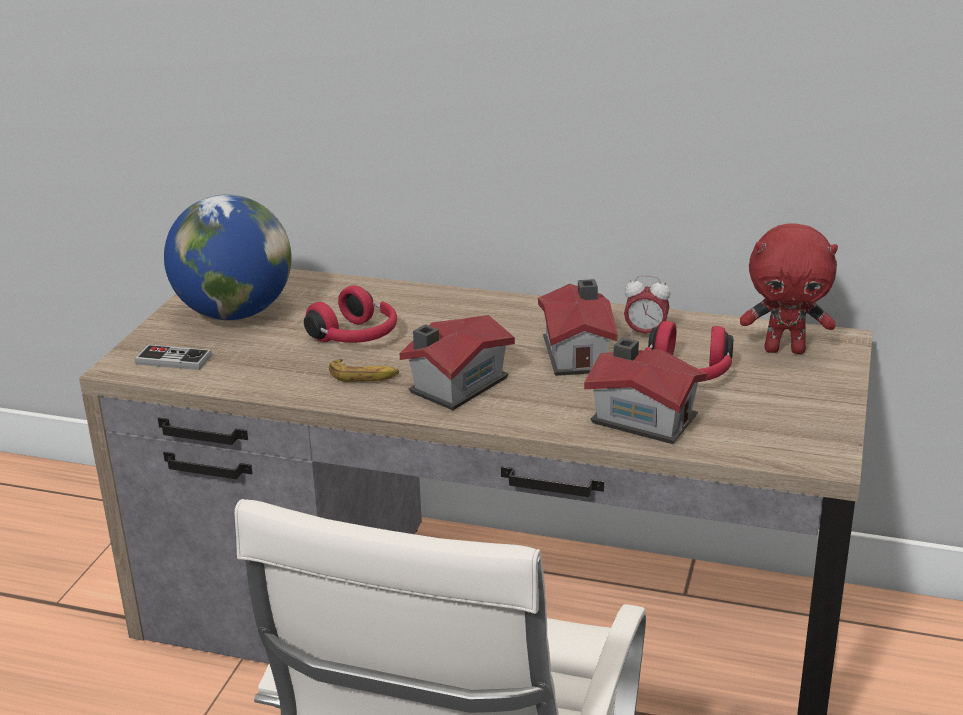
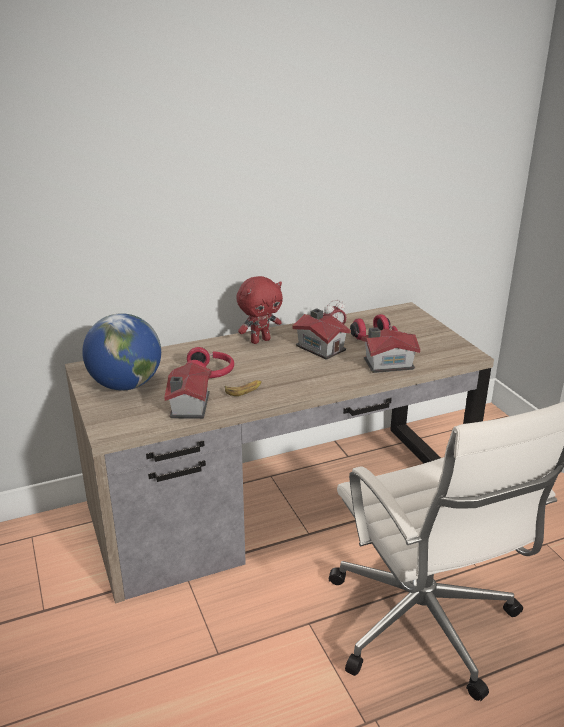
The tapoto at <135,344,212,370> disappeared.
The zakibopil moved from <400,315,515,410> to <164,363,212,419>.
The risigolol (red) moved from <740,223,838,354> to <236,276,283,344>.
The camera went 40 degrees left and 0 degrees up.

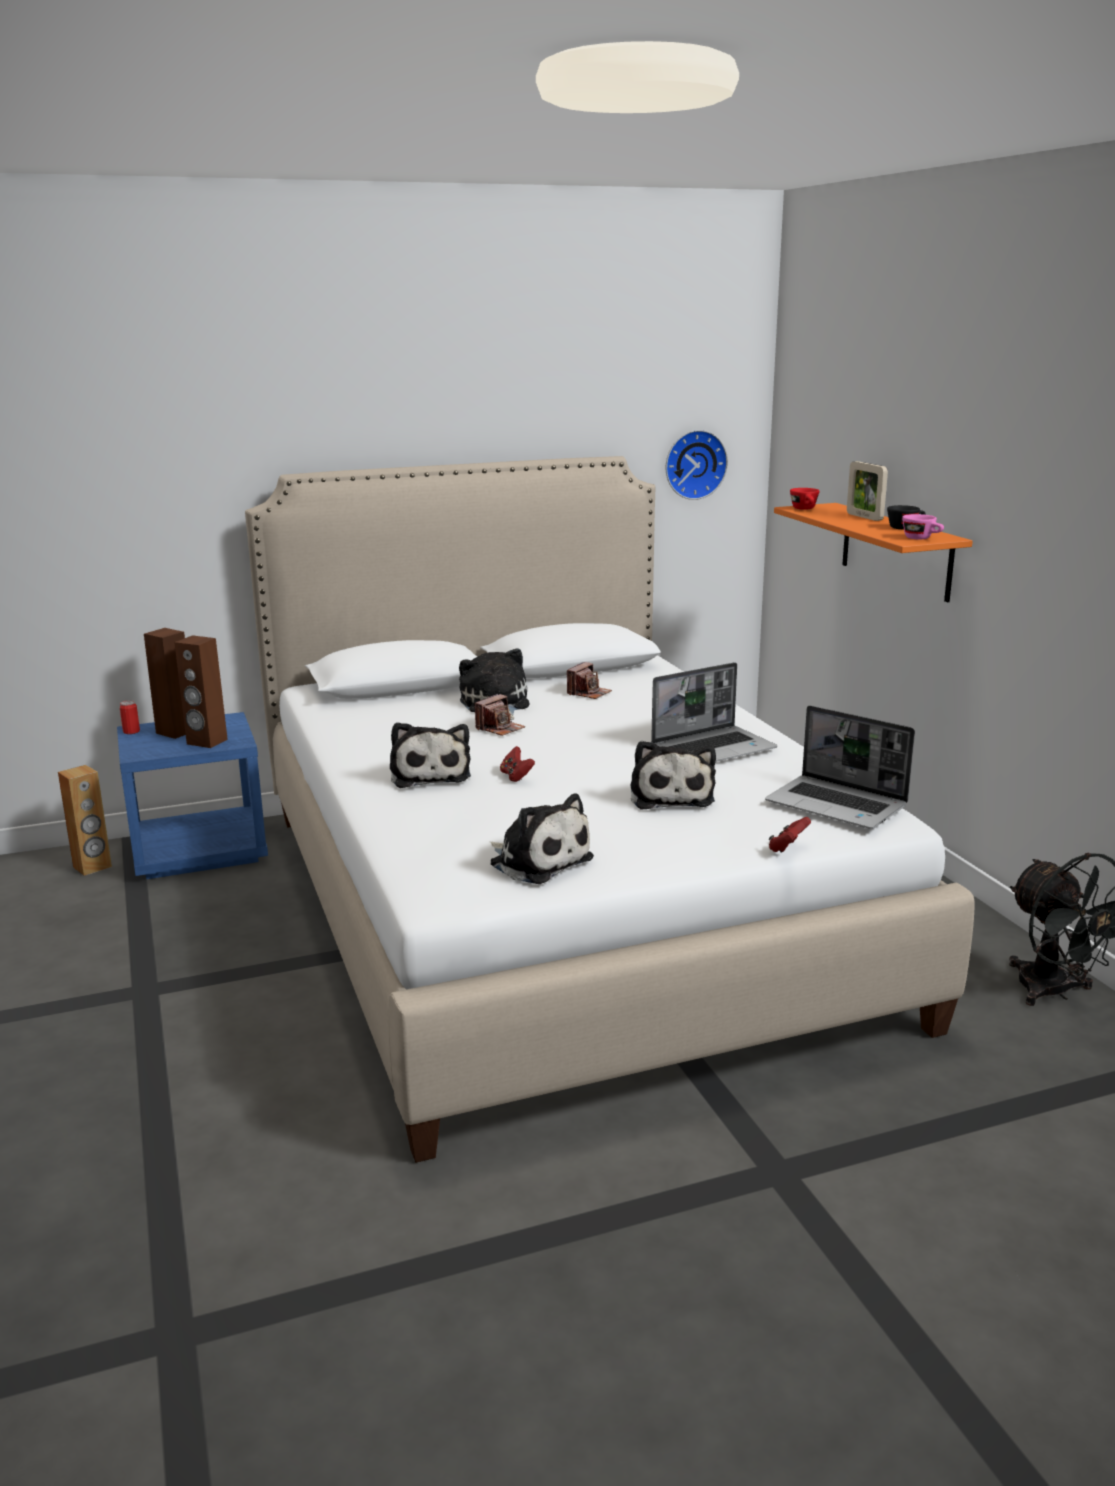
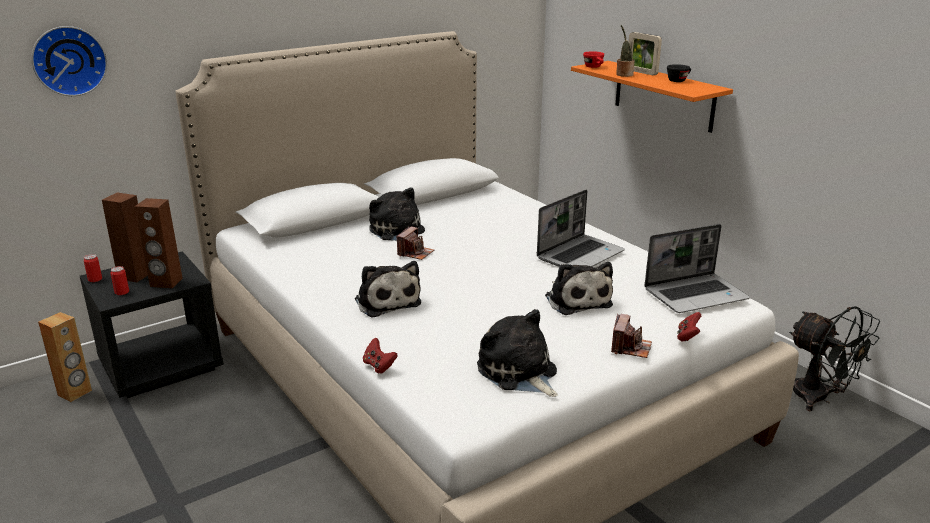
The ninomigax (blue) at <117,712,268,879> became the ninomigax (black) at <80,251,224,398>.
The risigolol at <490,794,594,884> turned 150 degrees counterclockwise.
The tapoto (red) moved from <500,746,535,782> to <363,338,398,373>.
The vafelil moved from <567,662,612,699> to <611,314,652,358>.
The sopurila moved from <666,430,728,500> to <31,26,107,96>.
The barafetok at <765,706,915,829> turned 45 degrees counterclockwise.
The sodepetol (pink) at <902,514,944,539> disappeared.
The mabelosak at <110,266,129,295> appeared.
The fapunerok at <616,25,635,77> appeared.
The camera went 15 degrees left and 5 degrees up.

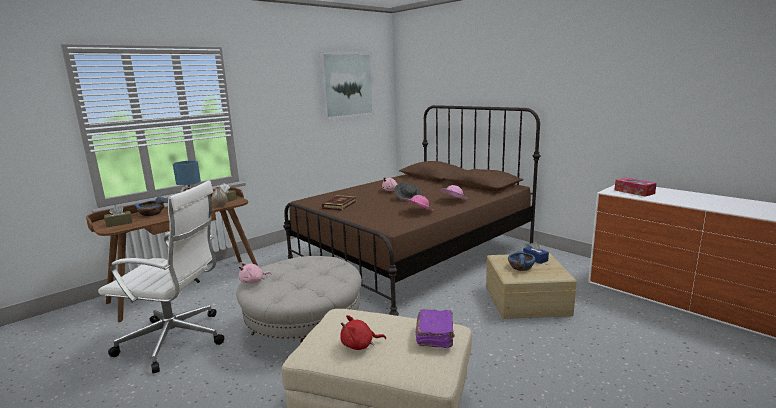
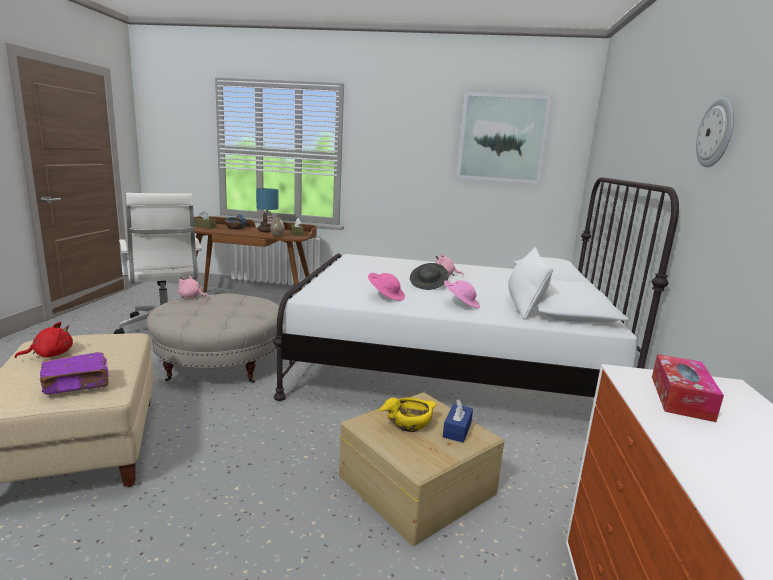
The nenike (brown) at <283,105,540,316> became the nenike (white) at <273,177,679,401>.
The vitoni at <321,195,357,211> disappeared.
The risigolol (red) at <340,315,386,350> turned 105 degrees clockwise.
The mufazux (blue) at <508,251,535,271> became the mufazux (yellow) at <379,397,436,432>.
The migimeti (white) at <508,247,553,320> appeared.
The sopurila at <696,97,734,167> appeared.
The camera went 50 degrees right and 0 degrees up.

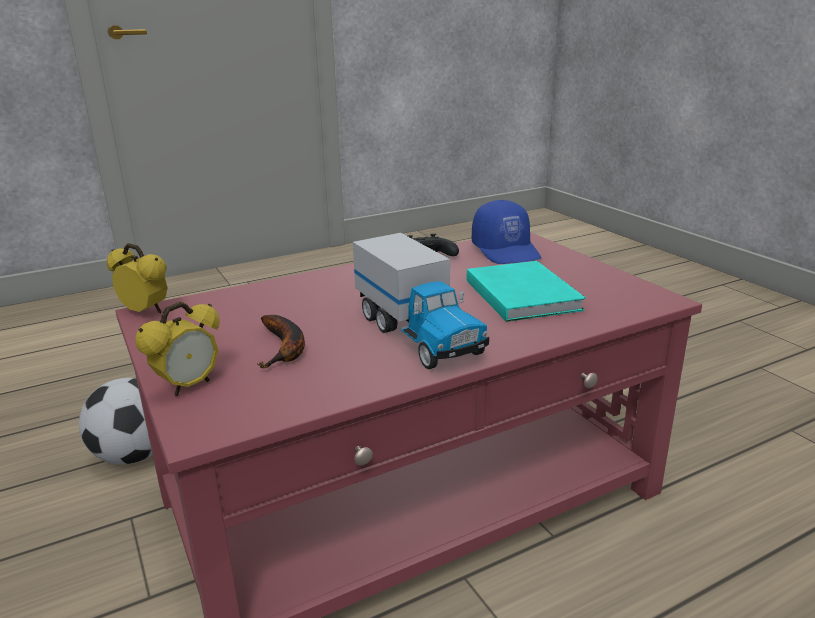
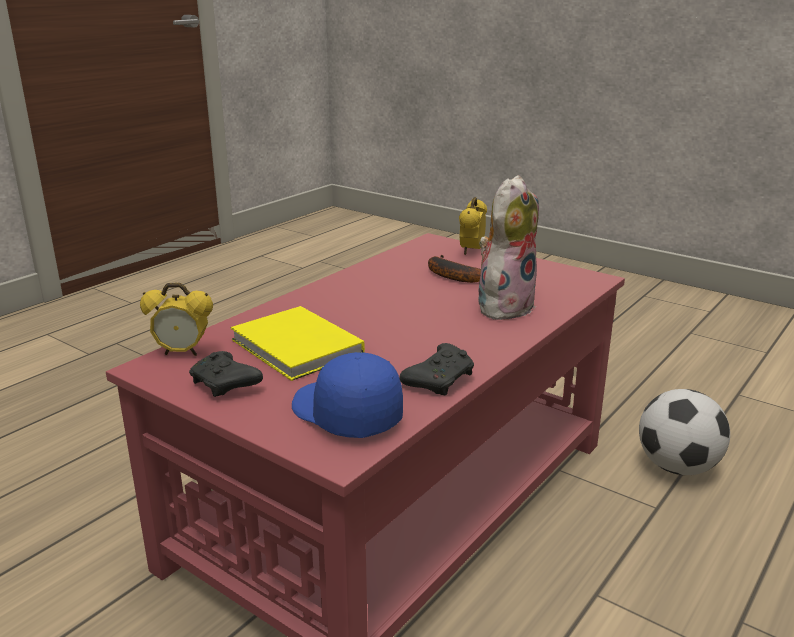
The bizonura moved from <107,243,168,313> to <140,283,213,356>.
The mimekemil at <353,233,489,369> disappeared.
The vitoni (turquoise) at <467,261,586,322> became the vitoni (yellow) at <230,306,365,381>.
The tapoto (black) at <189,351,263,397> appeared.
The risigolol at <478,175,539,321> appeared.
The camera went 155 degrees right and 0 degrees up.

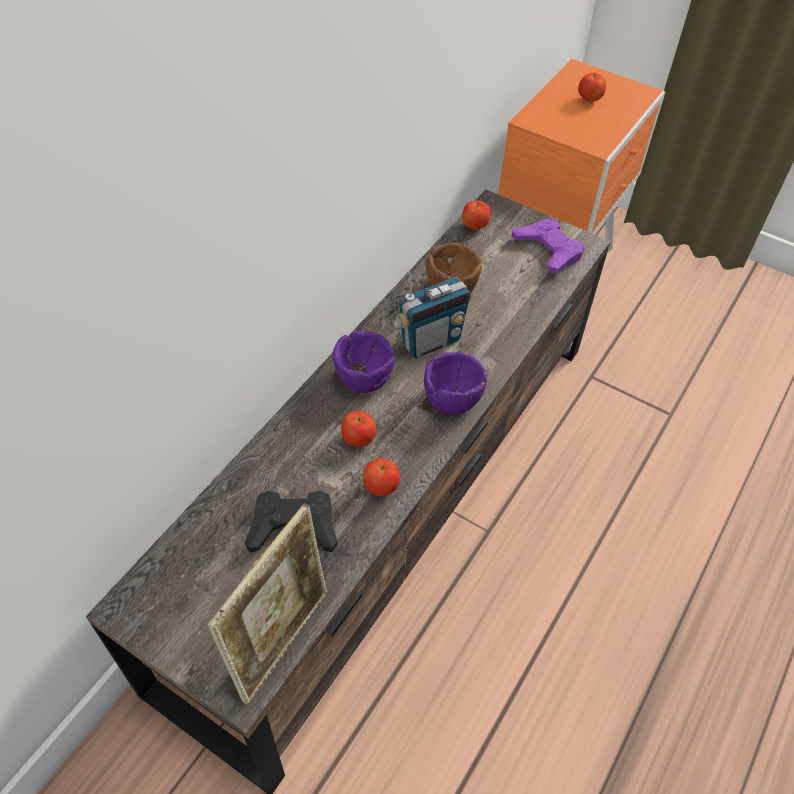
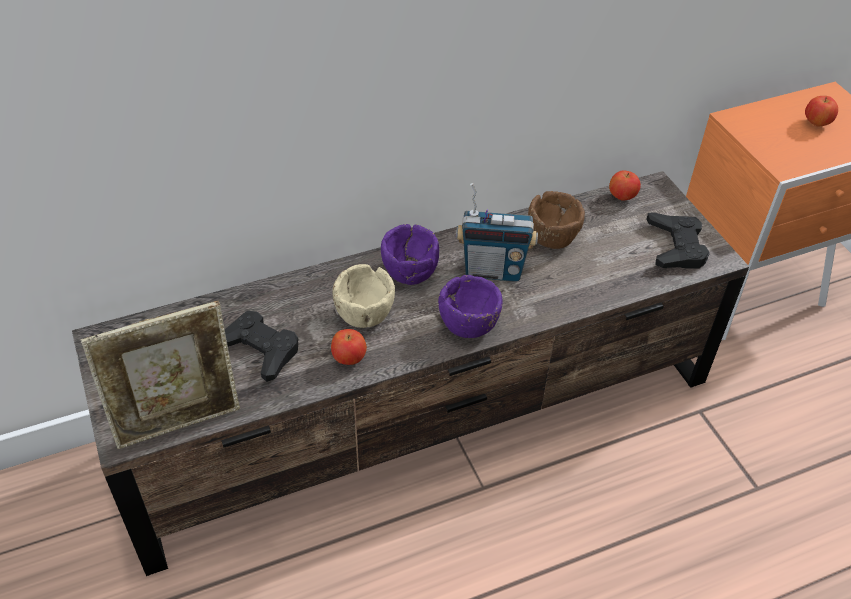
The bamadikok at <341,411,376,447> was replaced by the mufazux (beige) at <333,264,395,328>.
The tapoto (purple) at <511,218,585,273> became the tapoto (black) at <646,212,710,268>.
The camera went 35 degrees right and 5 degrees down.

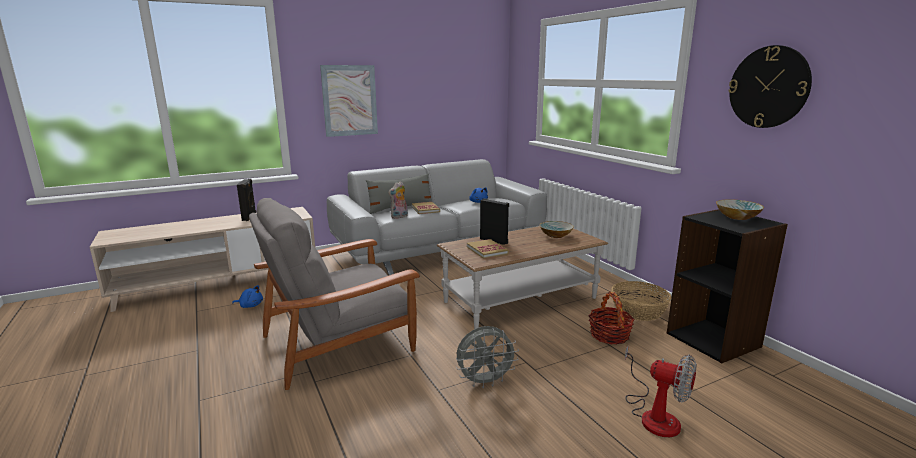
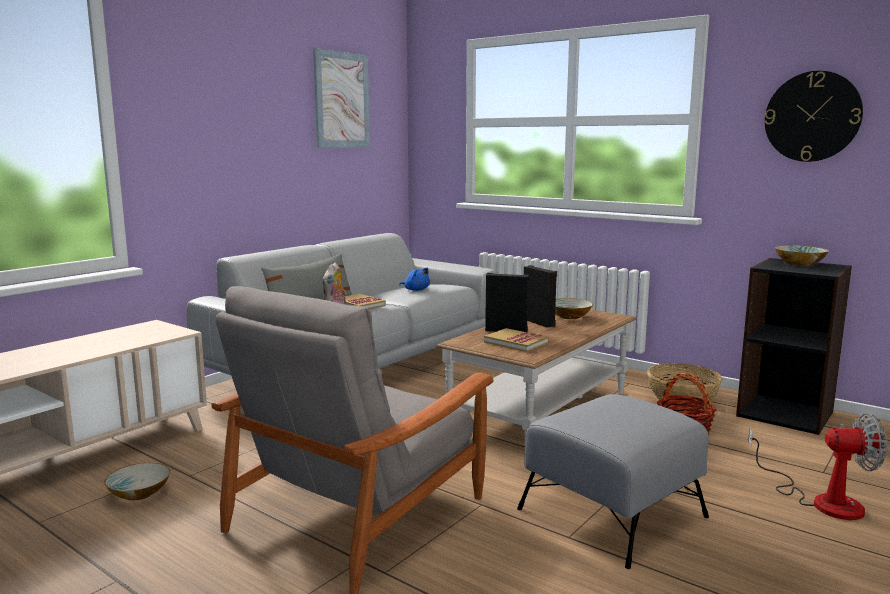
The risigolol (blue) at <232,285,263,308> was replaced by the mufazux at <104,463,170,500>.
The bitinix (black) moved from <237,179,256,221> to <524,265,557,328>.
The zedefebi moved from <320,65,378,137> to <313,48,370,147>.
The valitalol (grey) at <456,326,519,388> was replaced by the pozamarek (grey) at <517,394,709,569>.
The camera went 25 degrees left and 5 degrees down.

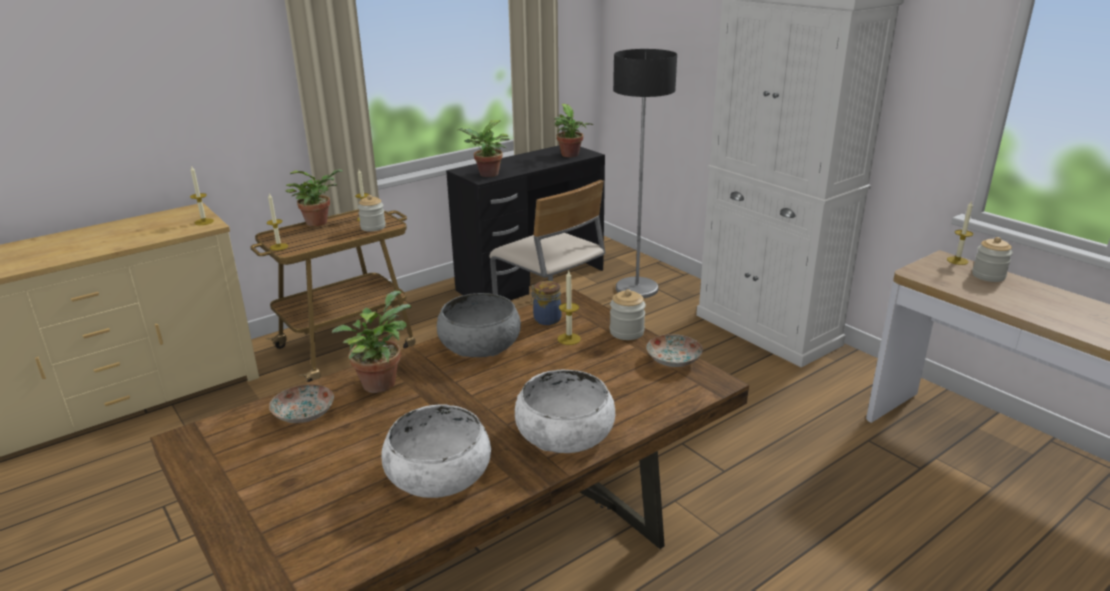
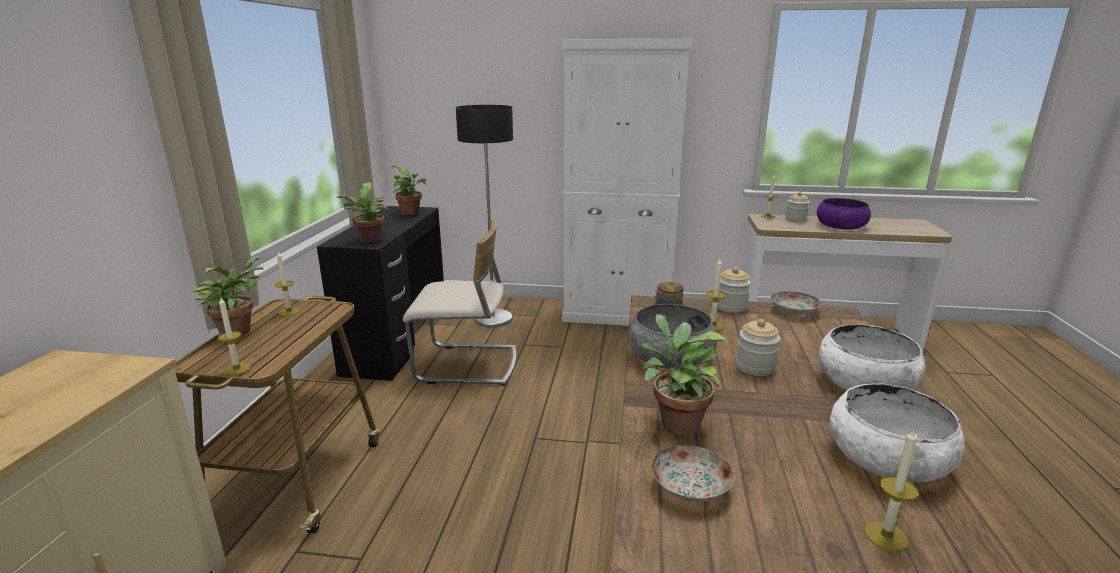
The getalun moved from <190,165,214,225> to <865,428,919,552>.
The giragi moved from <358,195,386,232> to <736,319,780,376>.
The mufazux (purple) at <817,198,871,230> appeared.
The camera went 45 degrees left and 5 degrees down.

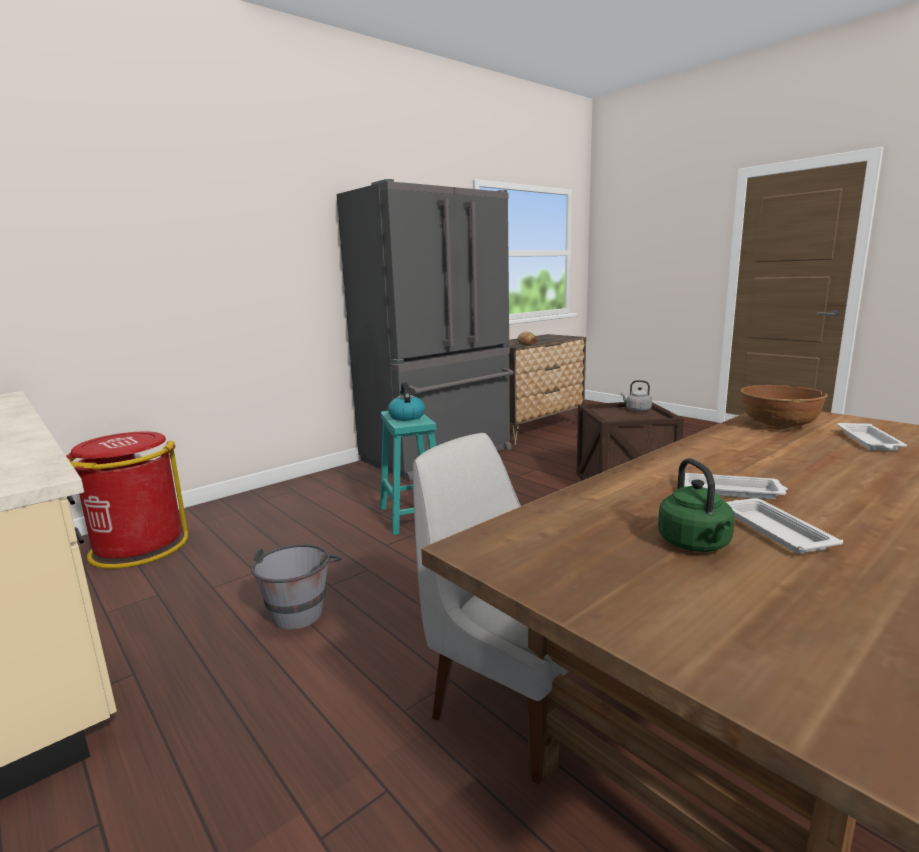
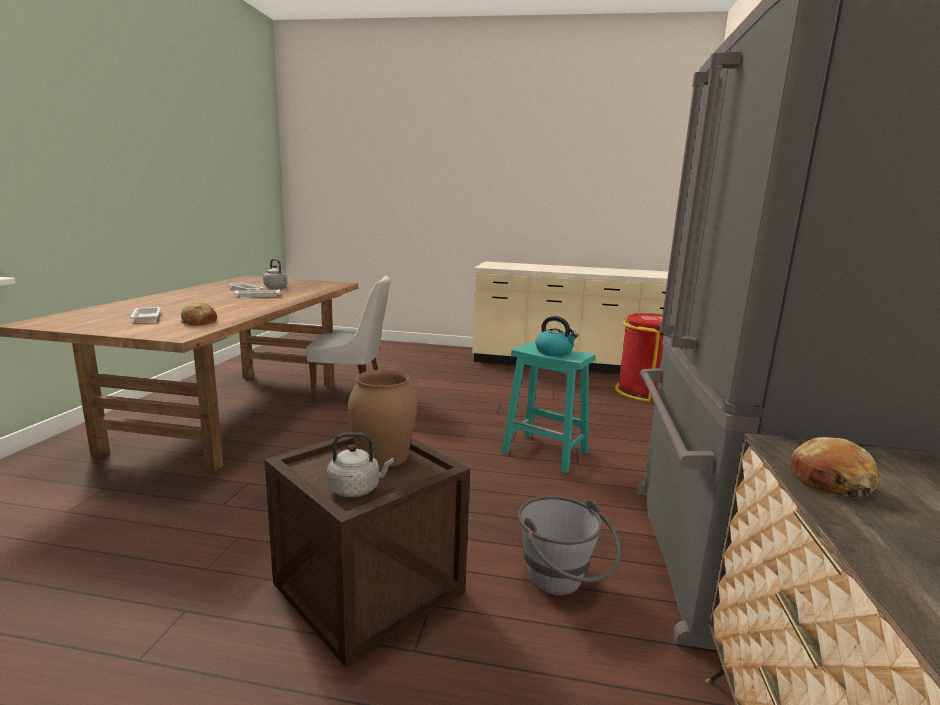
The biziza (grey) moved from <251,544,342,630> to <518,496,621,595>.
The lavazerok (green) at <658,458,735,552> became the lavazerok (grey) at <263,259,287,288>.
The mufazux (brown) at <740,385,828,429> was replaced by the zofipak at <181,302,217,326>.
The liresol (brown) at <348,370,417,467> appeared.
The camera went 140 degrees right and 0 degrees up.

